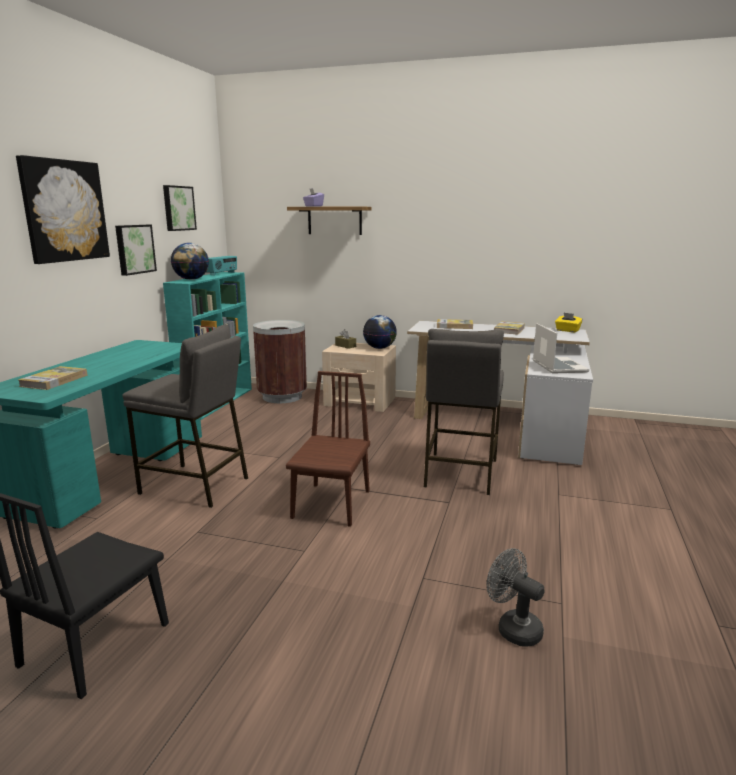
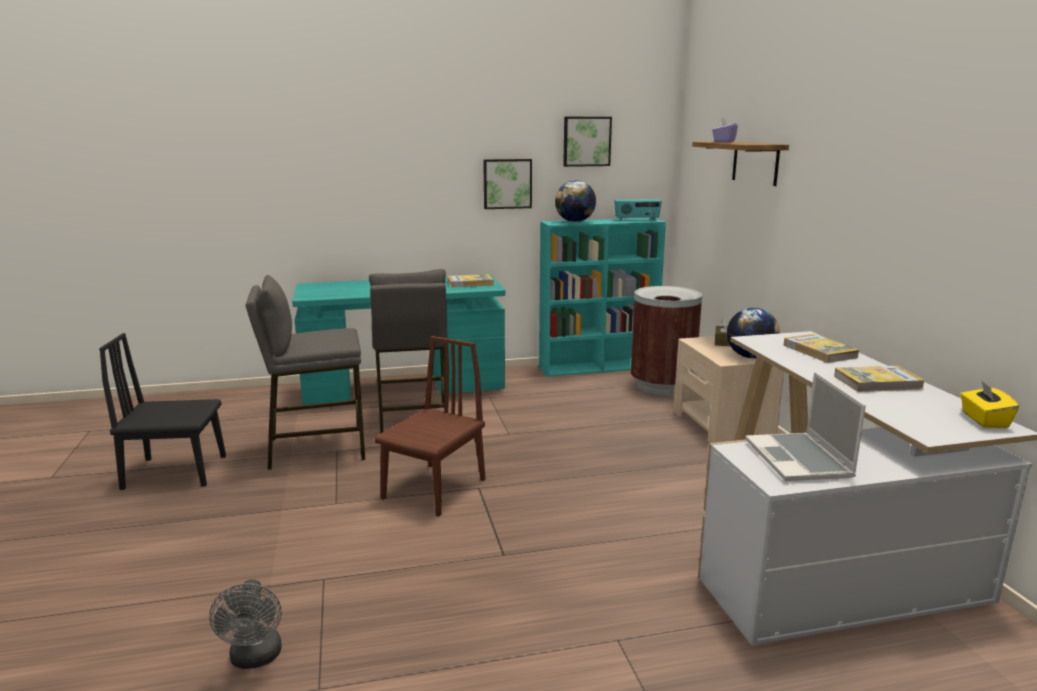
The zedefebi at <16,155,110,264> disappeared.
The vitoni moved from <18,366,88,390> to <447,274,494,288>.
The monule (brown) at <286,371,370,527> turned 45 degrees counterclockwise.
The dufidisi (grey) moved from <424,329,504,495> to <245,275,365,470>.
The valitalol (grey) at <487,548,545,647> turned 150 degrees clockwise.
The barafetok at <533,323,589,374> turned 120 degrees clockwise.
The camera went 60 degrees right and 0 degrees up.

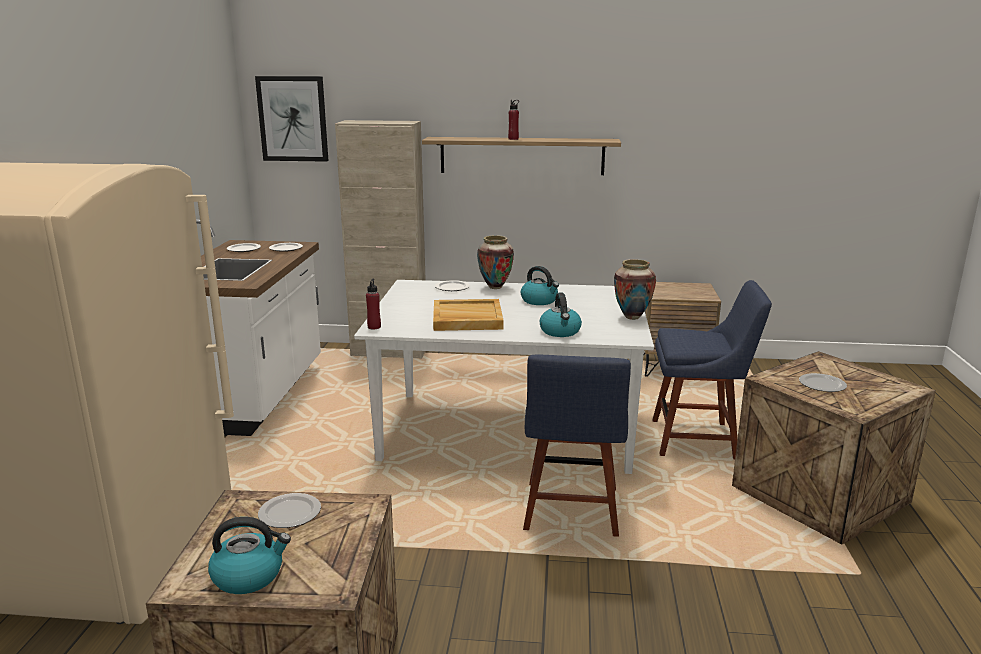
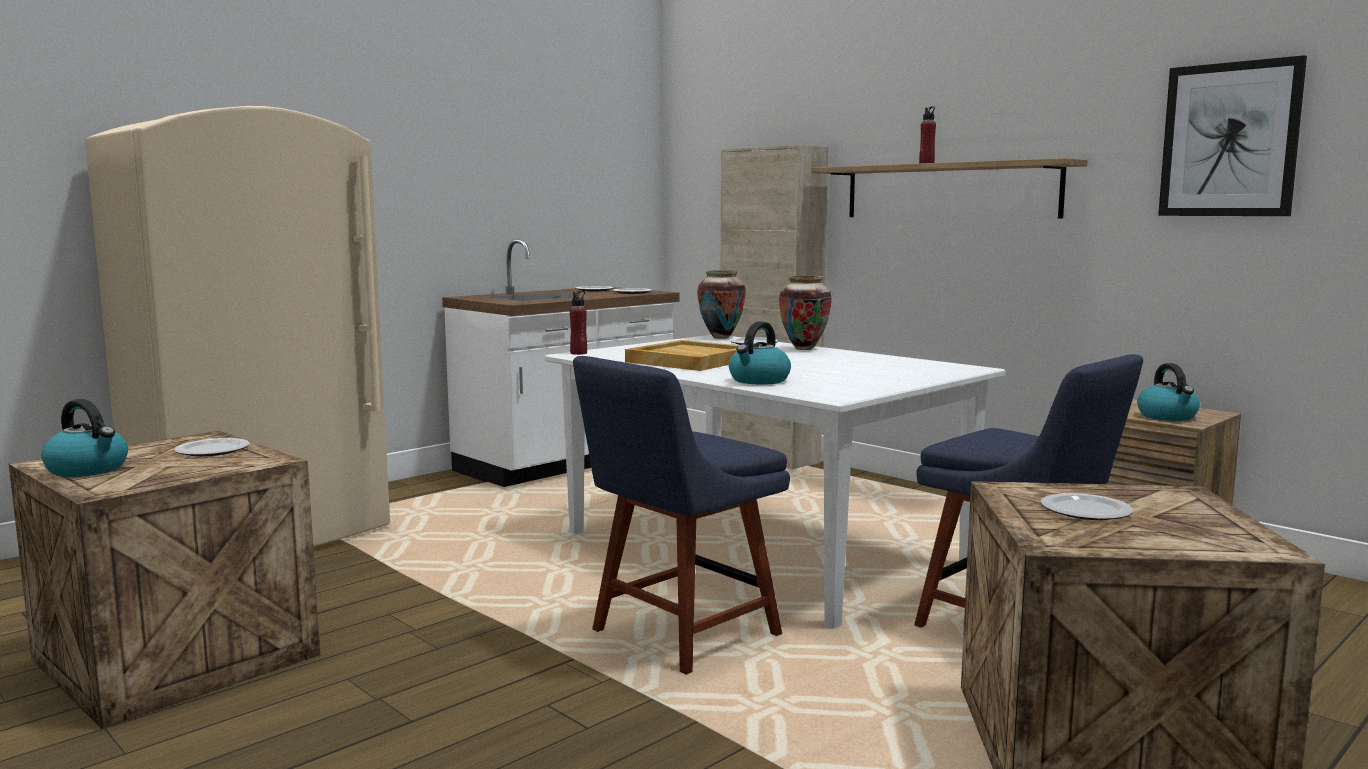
The zedefebi moved from <255,76,328,162> to <1158,55,1307,216>.
The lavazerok moved from <521,266,559,305> to <1137,363,1200,421>.
The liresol moved from <614,259,656,320> to <697,270,746,339>.
The camera went 40 degrees right and 10 degrees down.

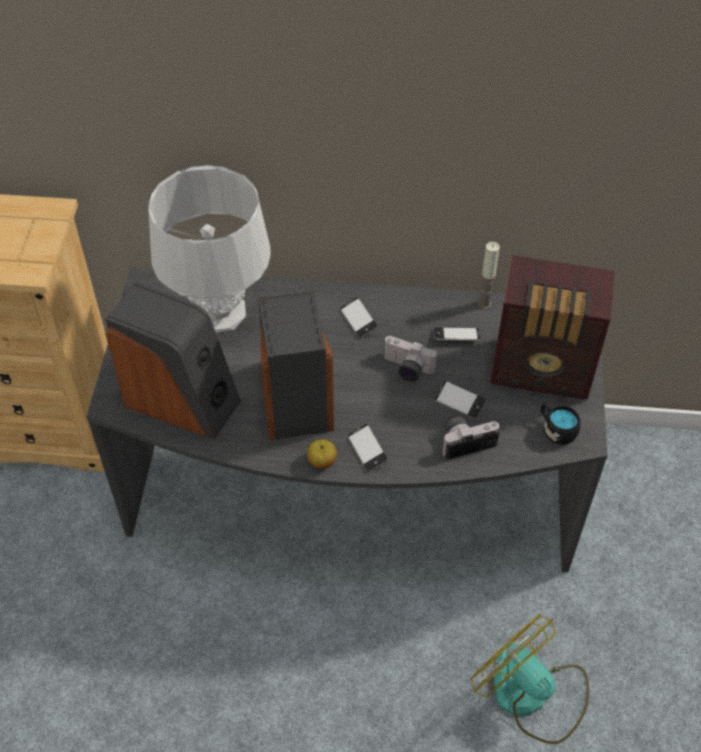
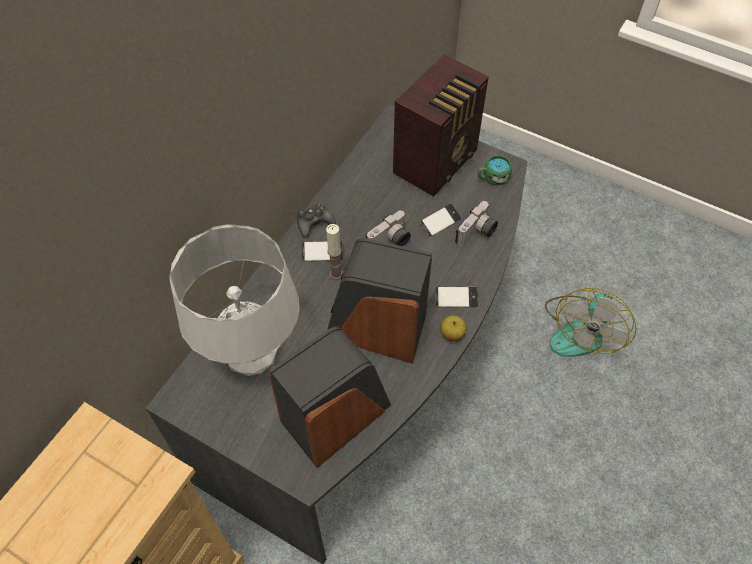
The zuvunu at <434,327,481,341> disappeared.
The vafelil at <443,415,500,460> turned 150 degrees counterclockwise.
The valitalol at <470,614,589,744> turned 45 degrees counterclockwise.
The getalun moved from <478,242,500,309> to <326,224,343,280>.
The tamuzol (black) at <541,403,581,445> became the tamuzol (green) at <477,155,512,186>.
The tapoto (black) at <297,204,336,238> appeared.
The camera went 65 degrees left and 5 degrees up.

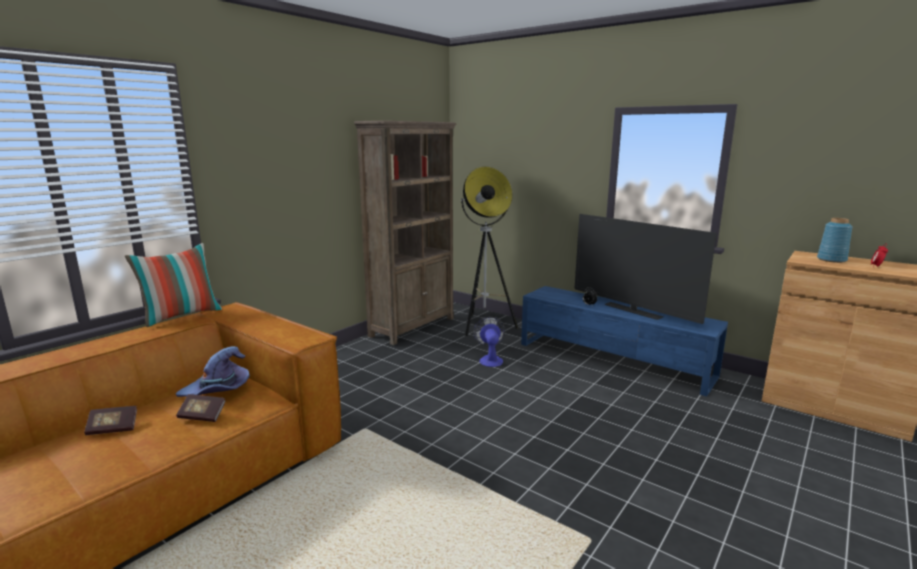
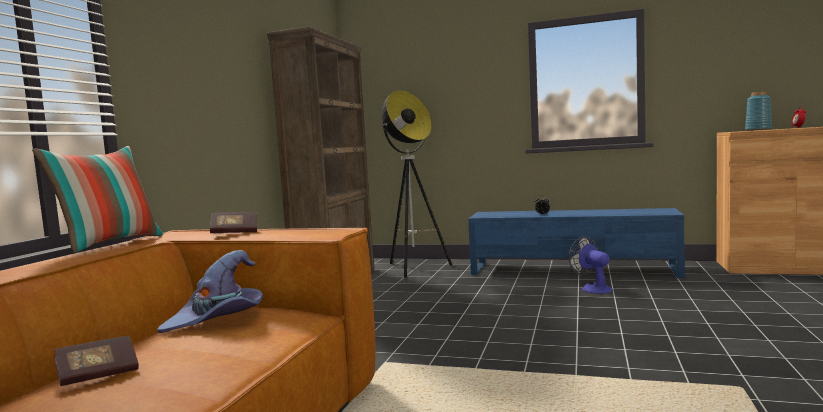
The vitoni moved from <176,394,226,422> to <210,212,257,233>.
The valitalol moved from <473,316,505,367> to <569,236,613,294>.
The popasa at <575,214,716,324> disappeared.
The camera went 20 degrees left and 10 degrees down.

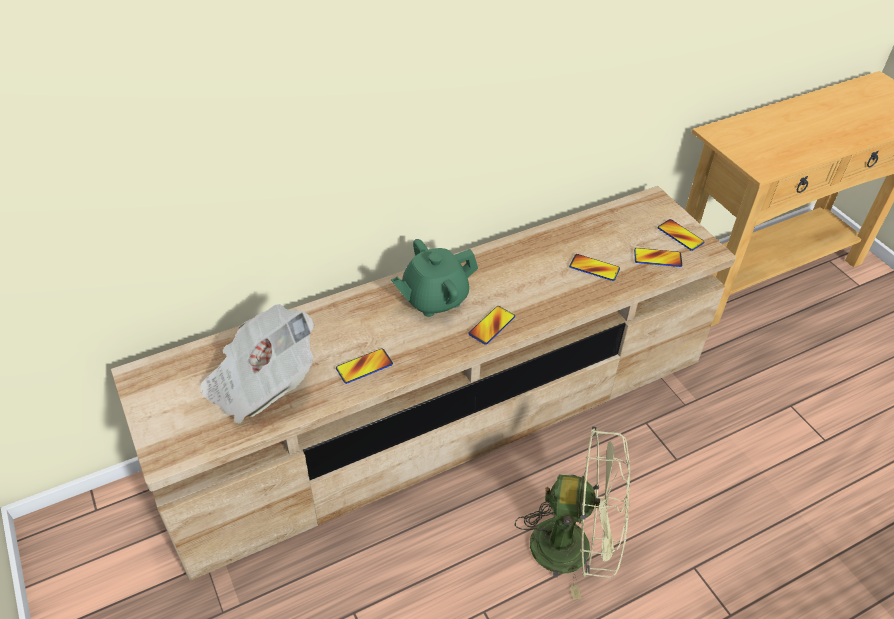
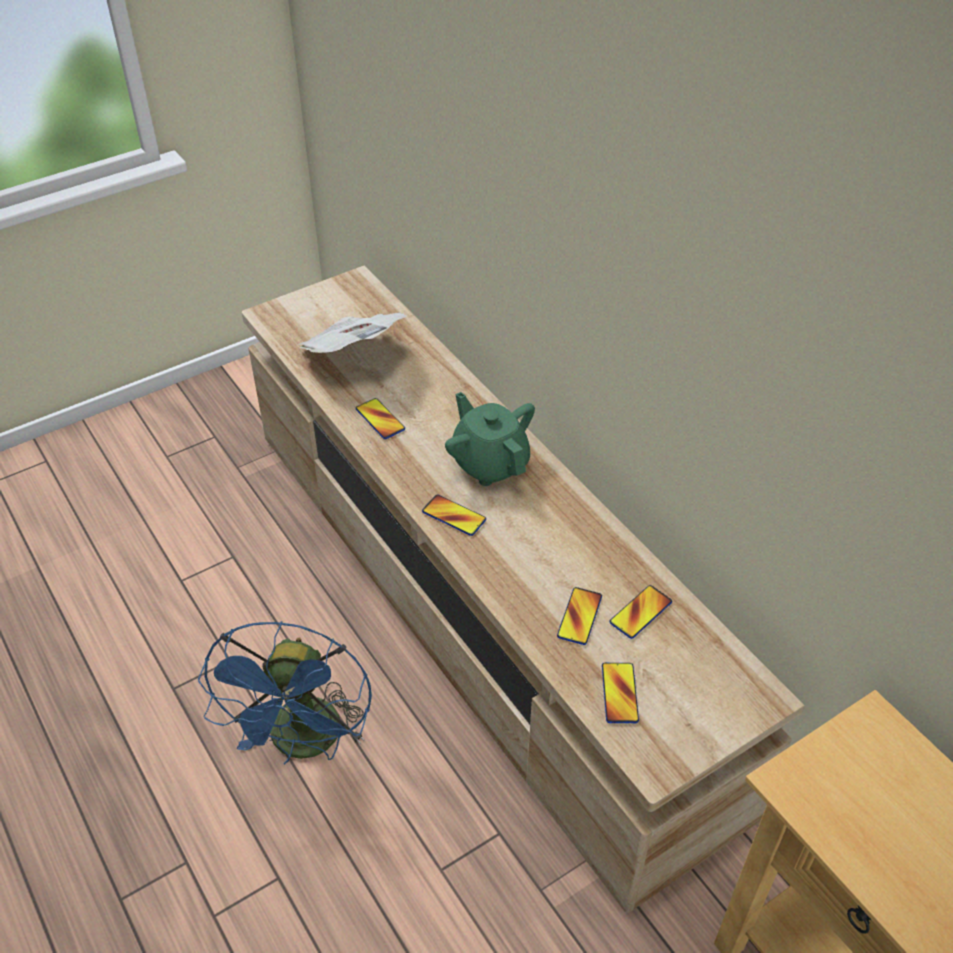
The valitalol (green) at <515,427,630,600> became the valitalol (blue) at <198,621,372,764>.
The zuvunu moved from <658,219,705,251> to <609,585,672,639>.
The camera went 85 degrees right and 0 degrees up.

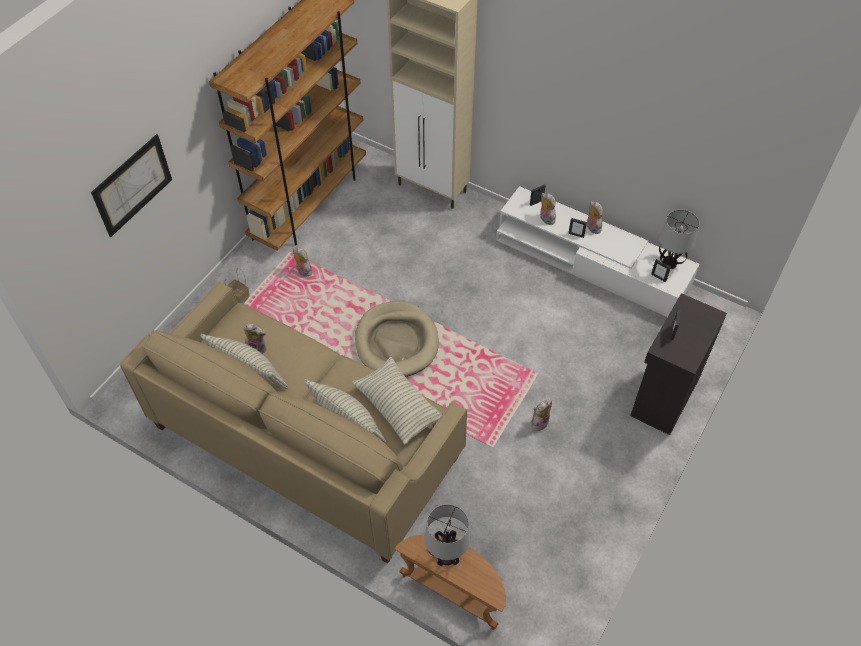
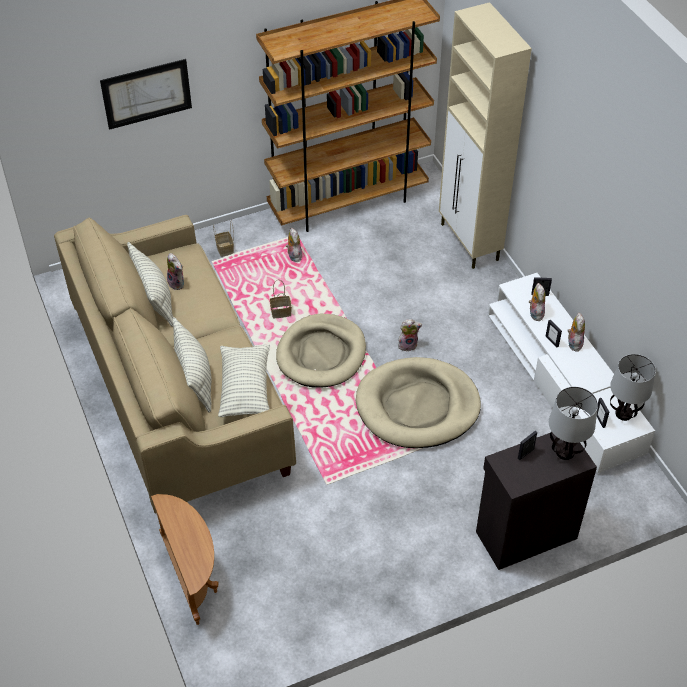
The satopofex moved from <424,504,470,566> to <549,387,598,460>.
The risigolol moved from <531,399,552,431> to <398,319,422,352>.
The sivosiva at <270,279,292,318> appeared.
The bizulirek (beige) at <356,357,481,448> appeared.
The camera went 35 degrees right and 5 degrees down.

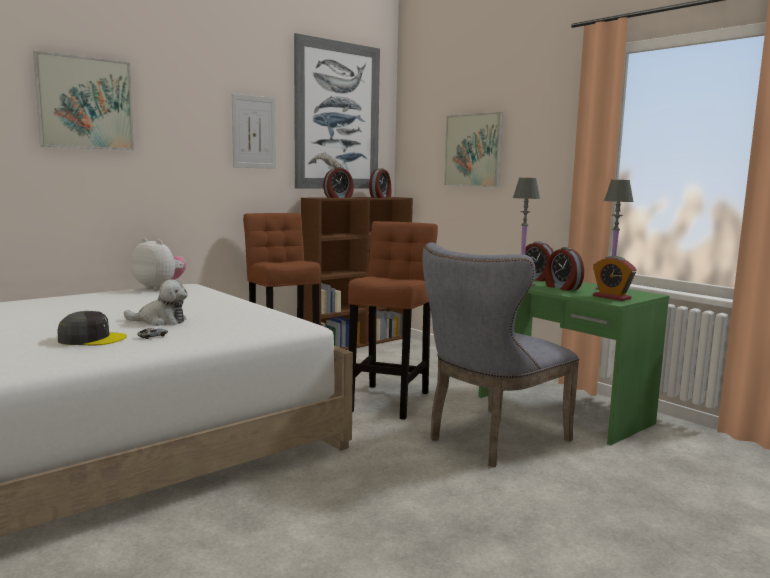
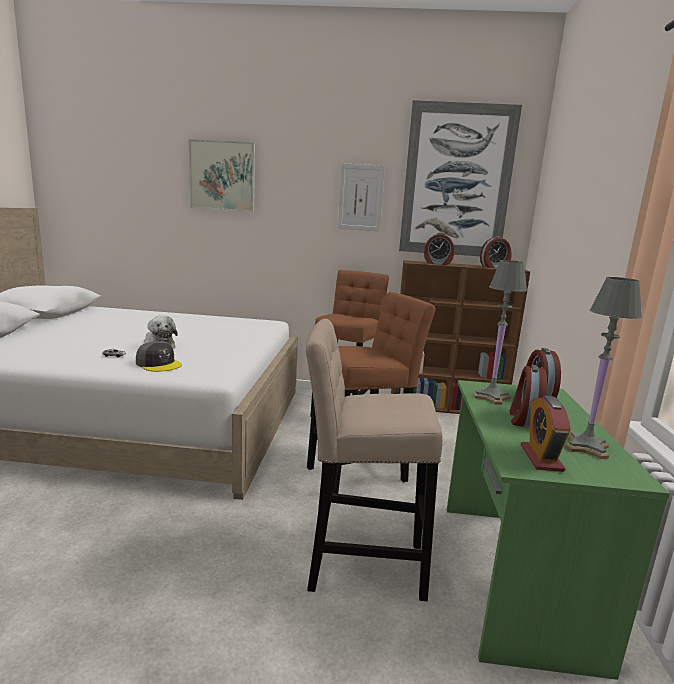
The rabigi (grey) moved from <57,311,127,345> to <136,341,182,372>.
The risigolol at <131,238,186,290> disappeared.
The monule (grey) at <422,242,579,467> was replaced by the dufidisi (beige) at <306,319,443,601>.
The zedefebi at <444,112,503,187> disappeared.
The camera went 45 degrees right and 5 degrees up.

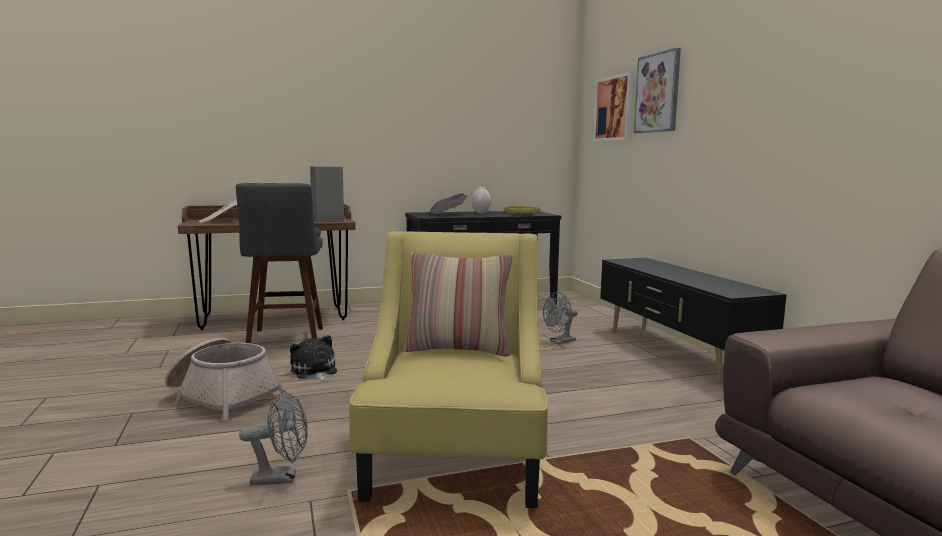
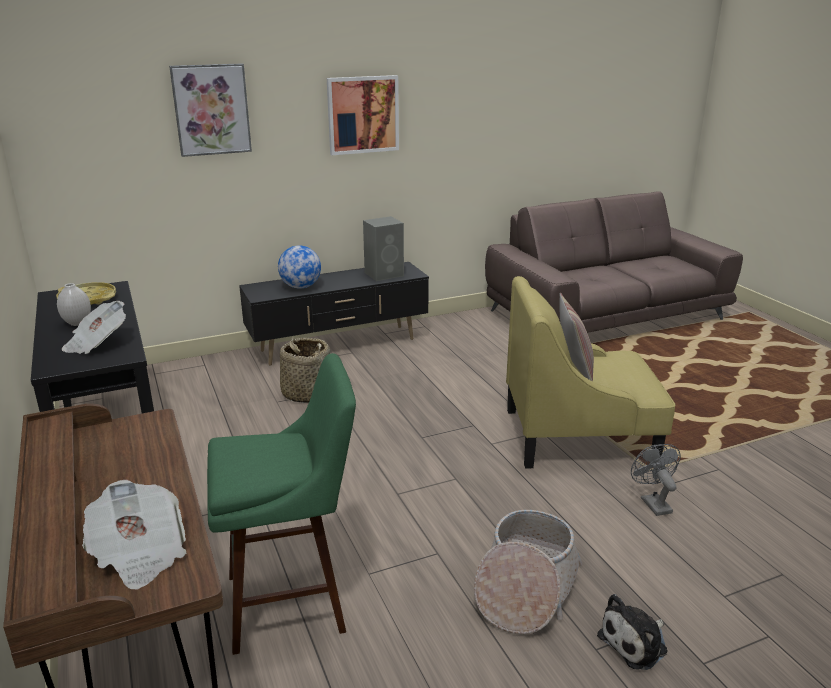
The dufidisi (grey) at <236,183,323,343> became the dufidisi (green) at <207,353,356,655>.
The risigolol moved from <290,335,337,382> to <597,594,668,670>.
The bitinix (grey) moved from <310,166,344,222> to <363,216,404,281>.
The valitalol (grey) at <543,292,578,344> was replaced by the sivosiva at <280,338,331,403>.
The zedefebi moved from <593,72,634,141> to <327,75,399,155>.
The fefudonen at <278,245,321,289> appeared.
The camera went 95 degrees left and 15 degrees up.

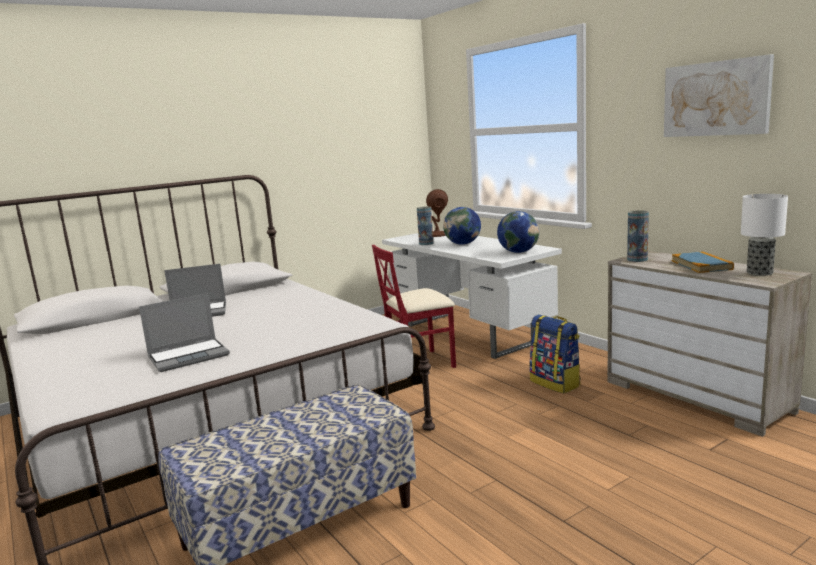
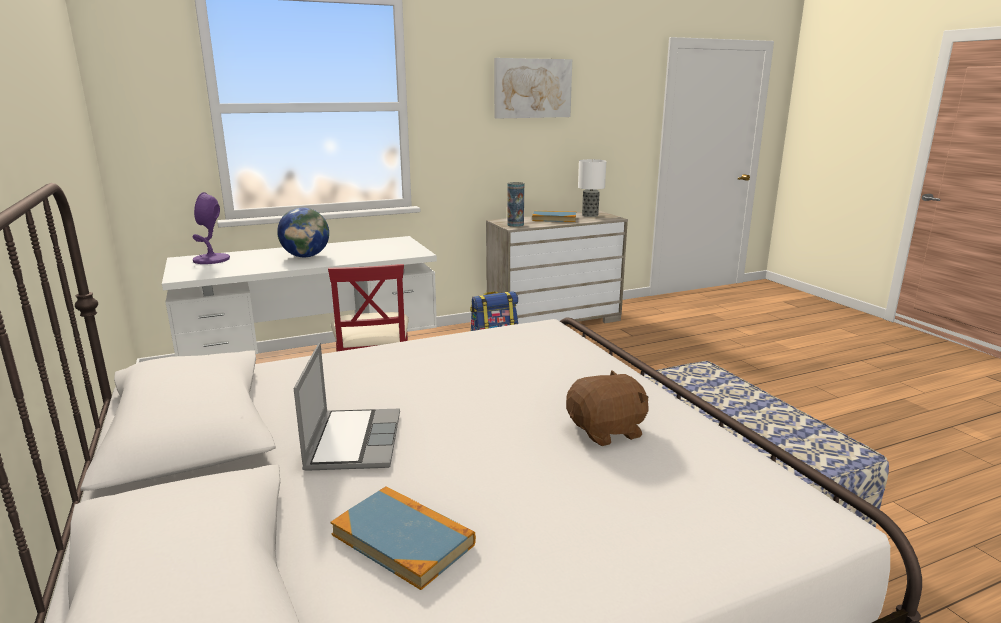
The barafetok at <139,293,230,372> was replaced by the risigolol (brown) at <566,370,649,446>.
The liresol at <417,207,433,245> disappeared.
The satopofex (brown) at <426,189,448,237> became the satopofex (purple) at <193,192,230,264>.
The fefudonen at <497,211,539,253> disappeared.
The vitoni at <330,486,476,590> appeared.
The camera went 80 degrees left and 5 degrees up.

